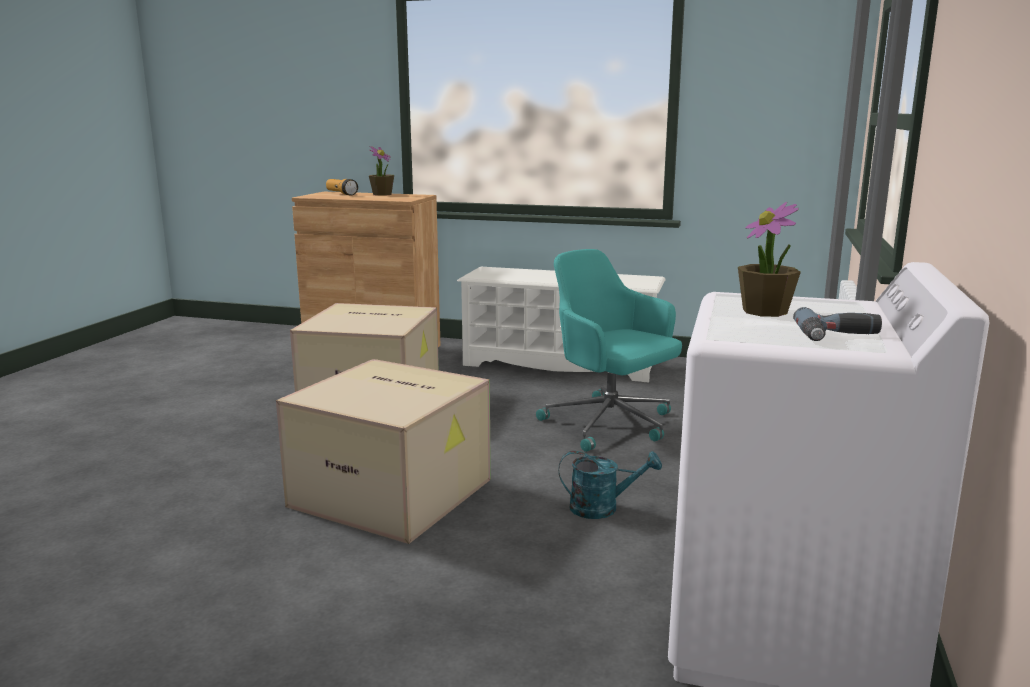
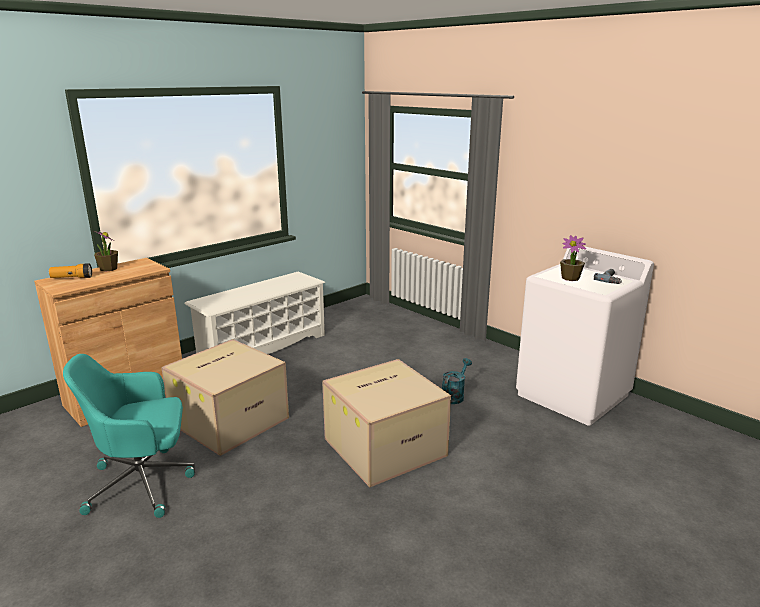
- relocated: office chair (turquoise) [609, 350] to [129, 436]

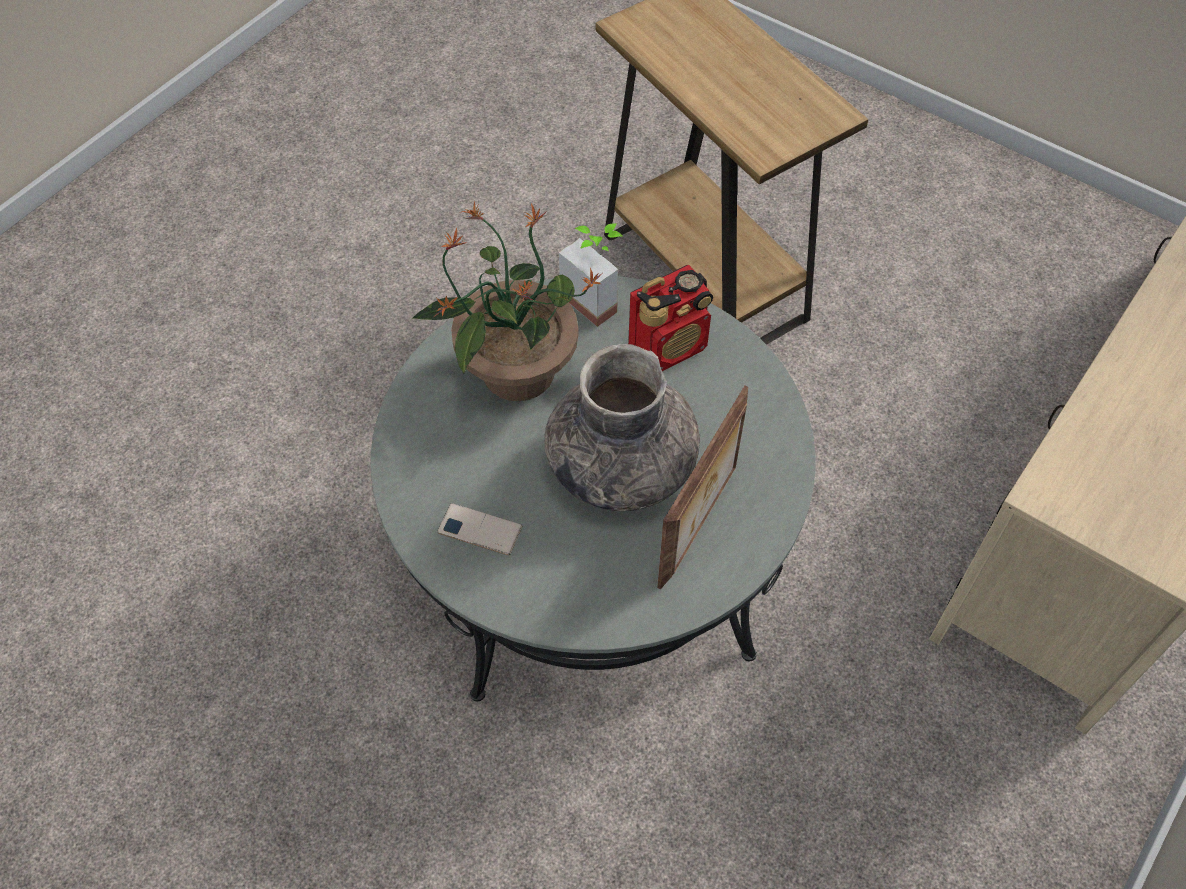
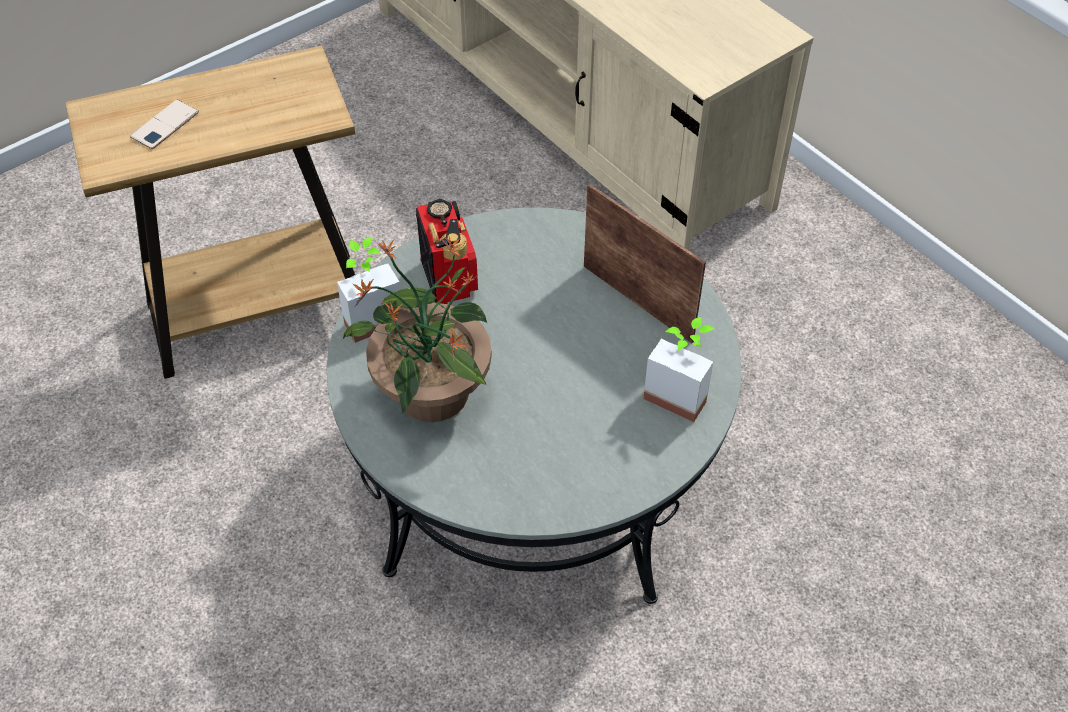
- missing: vase (grey) [622, 427]
- relocated: phone [479, 529] to [164, 124]
- appeared: potted plant [679, 369]

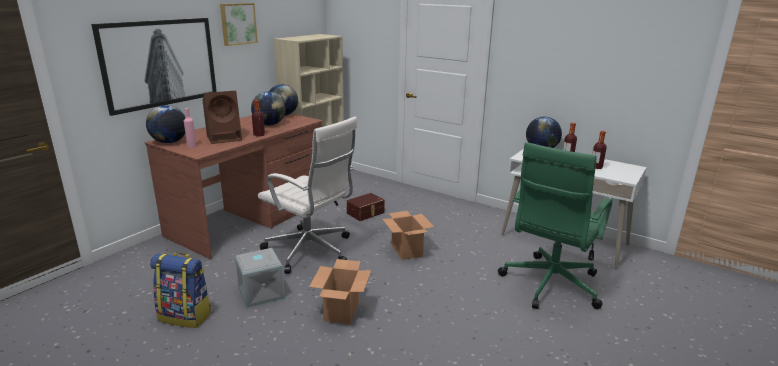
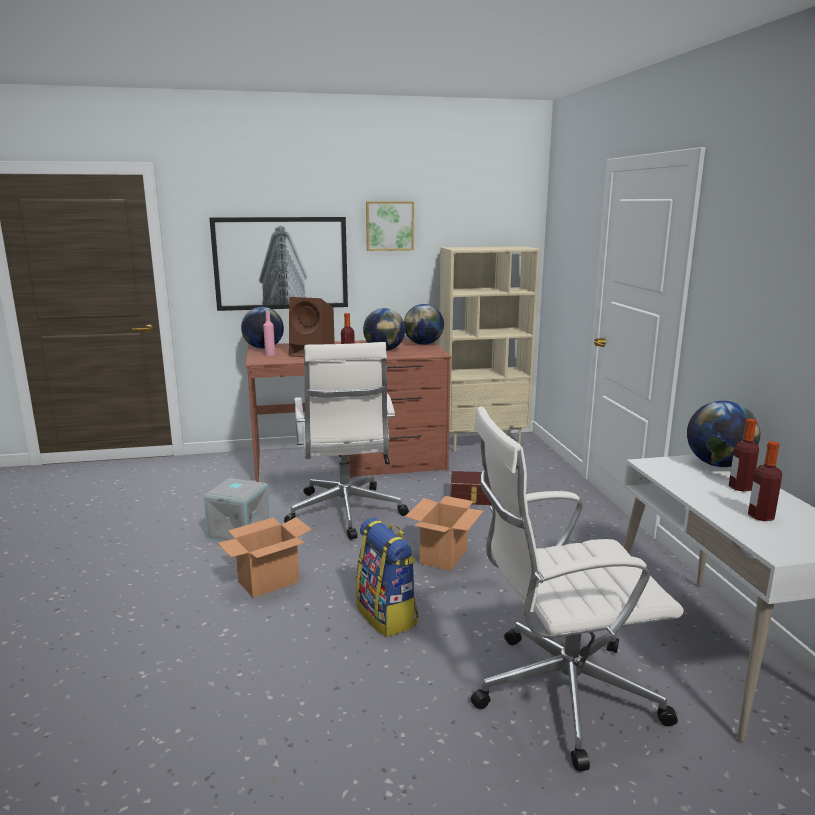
- colour: office chair (green) [555, 225] to office chair (white) [577, 589]
- relocated: backpack [180, 290] to [387, 577]

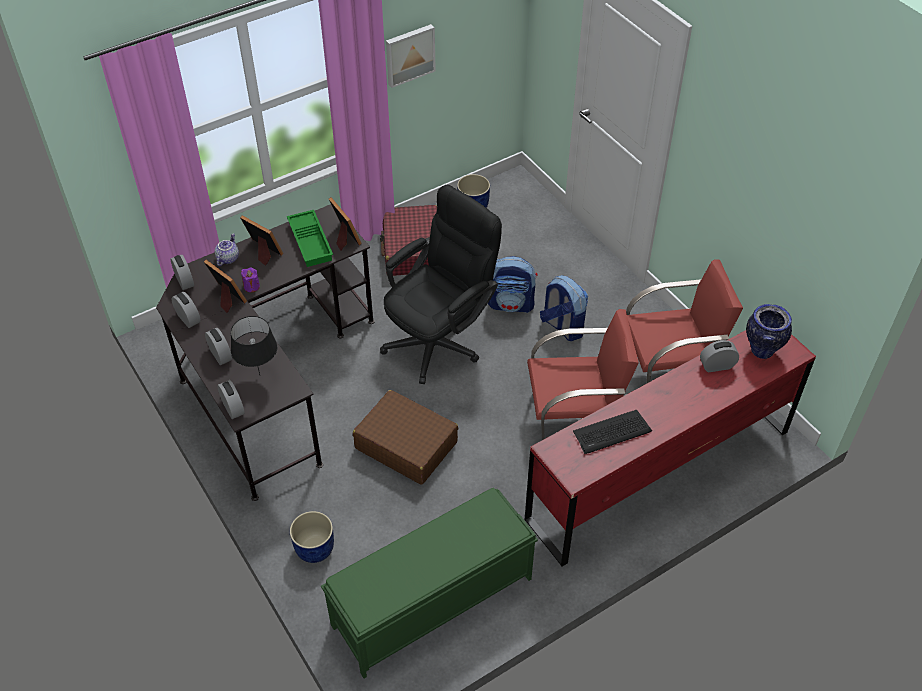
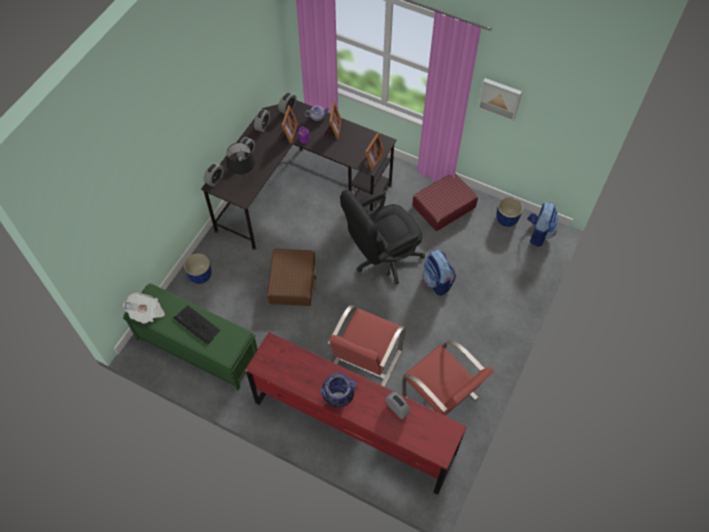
- spun: office chair (black) [441, 284] = [382, 236] 135 degrees clockwise
- missing: tray (green) [310, 238]
- relocated: backpack [564, 308] to [542, 224]
- relocated: vase [769, 331] to [338, 390]
- spun: chair (red) [583, 374] = [367, 346] 60 degrees clockwise
- relocated: keyboard [612, 432] to [197, 324]
- appeared: newspaper [144, 308]

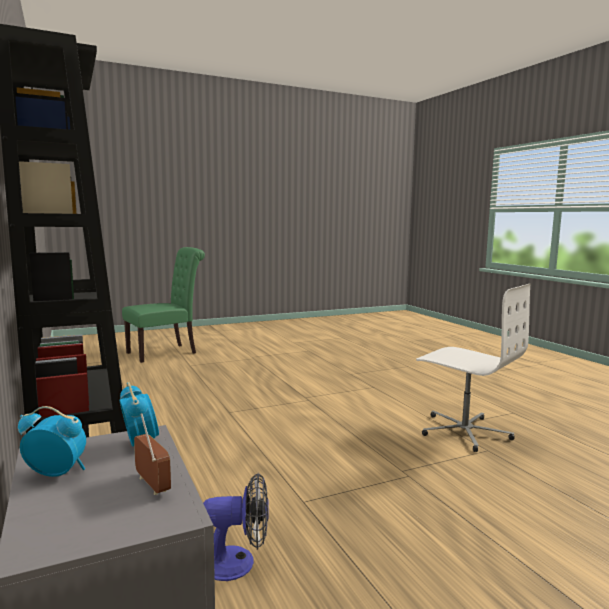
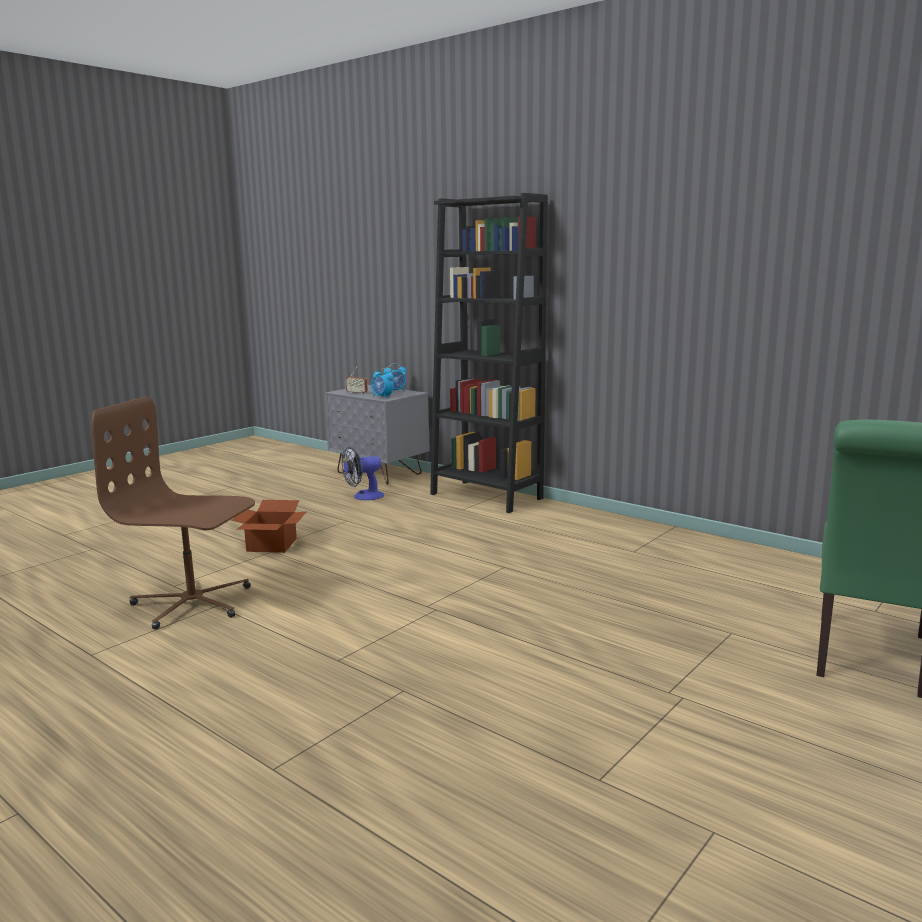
- colour: office chair (white) [473, 368] to office chair (brown) [173, 513]
- appeared: cardboard box [269, 526]

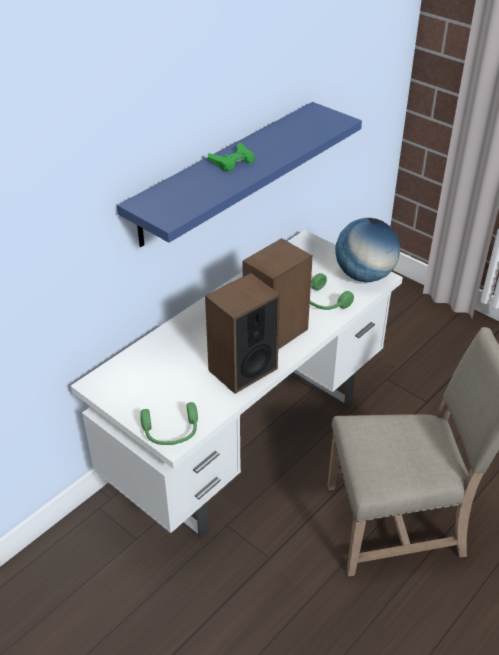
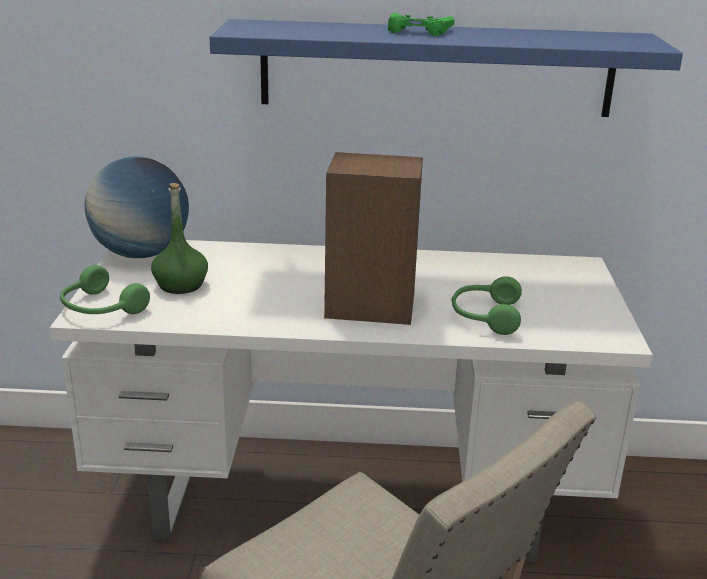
- relocated: globe [367, 250] to [137, 207]
- missing: speaker [242, 333]
- appeared: bottle (green) [179, 238]

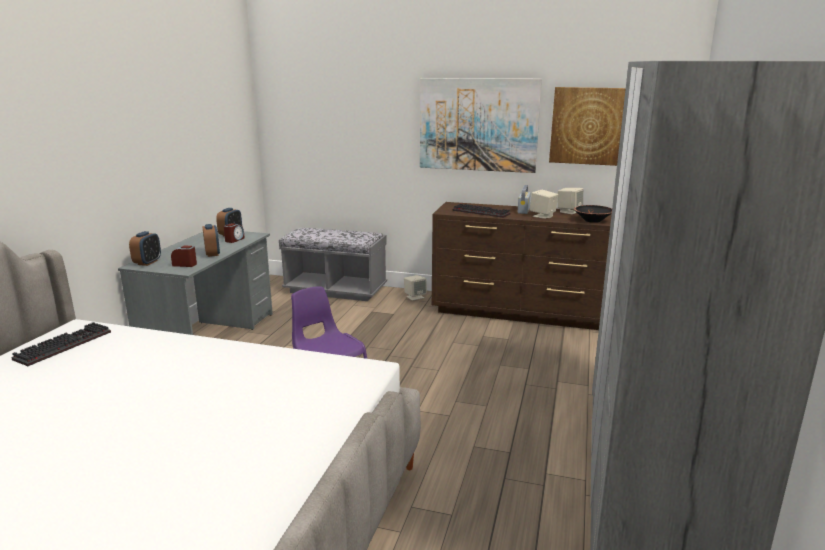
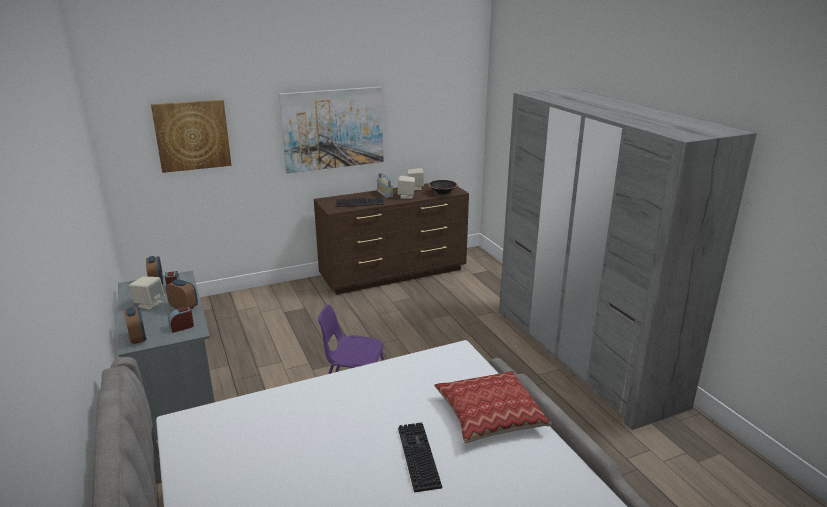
- relocated: picture [587, 126] to [191, 136]
- missing: bench (grey) [333, 264]
- relocated: speaker (beige) [415, 288] to [147, 293]
- relocated: keyboard [61, 344] to [420, 458]
- appeared: pillow [493, 407]

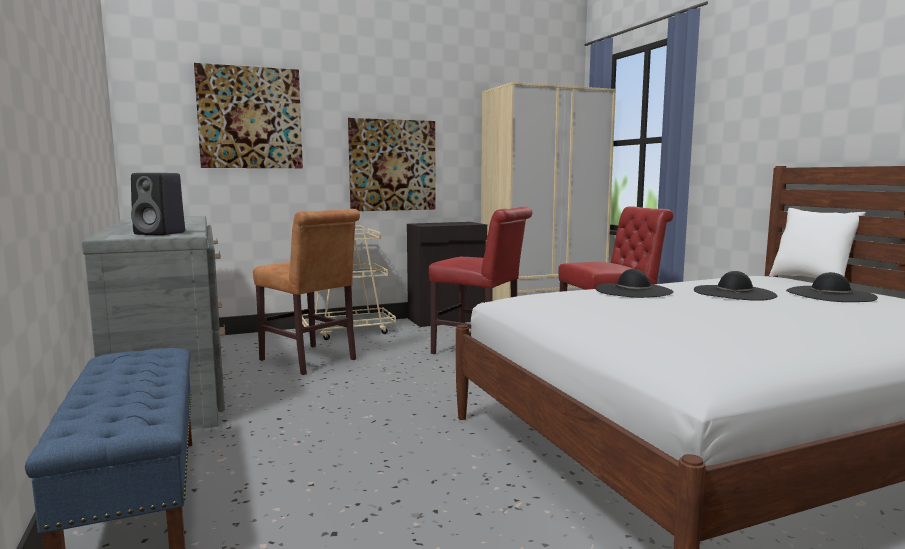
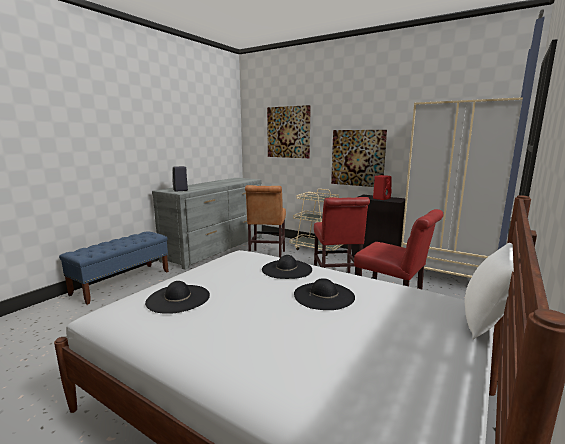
- relocated: hat (black) [832, 287] to [177, 297]
- appeared: speaker (red) [382, 187]

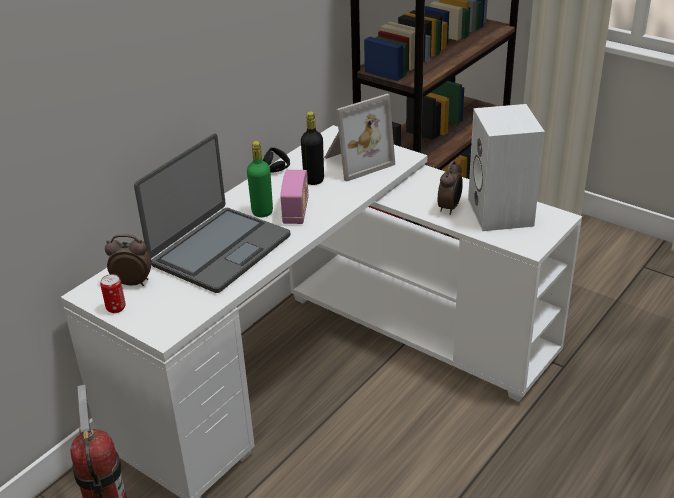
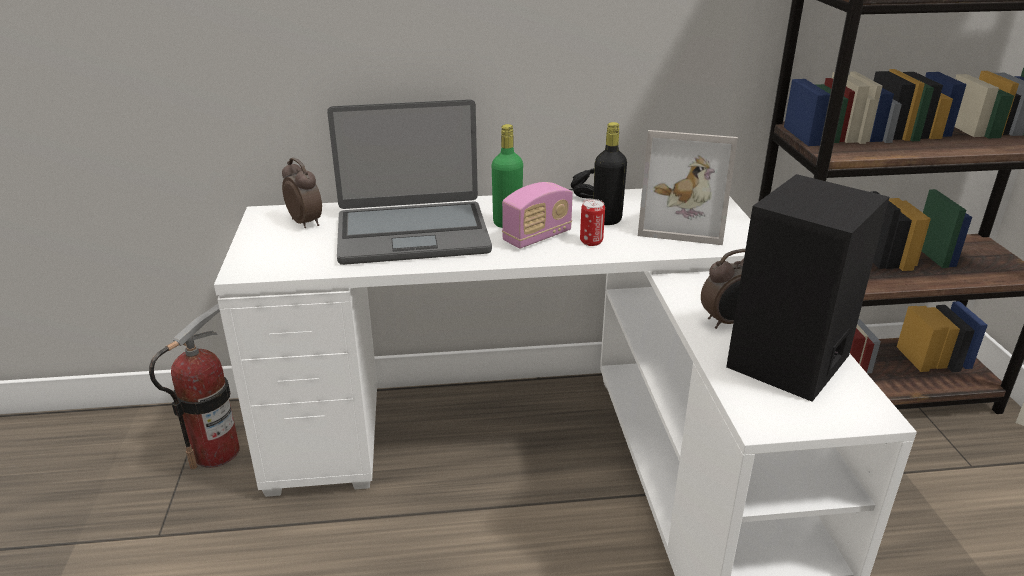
- colour: speaker (white) [506, 167] to speaker (black) [807, 288]
- relocated: can [113, 293] to [592, 222]

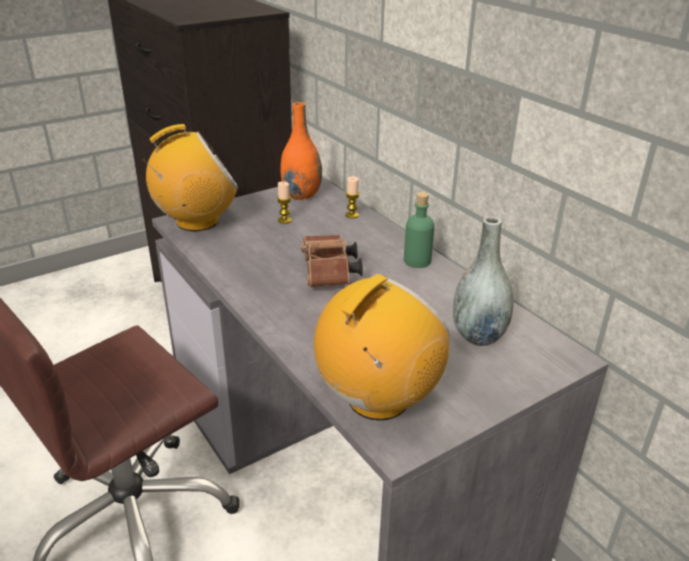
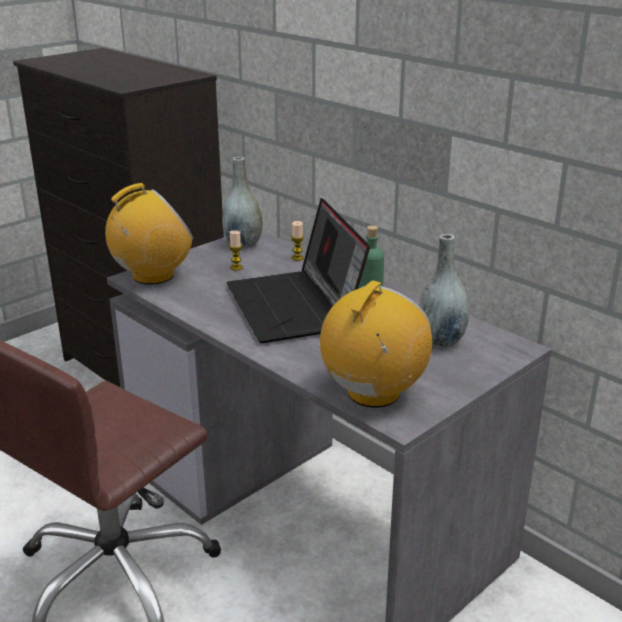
- colour: vase (orange) [301, 151] to vase (grey) [242, 203]
- exchanged: binoculars (brown) [332, 261] to laptop [298, 270]

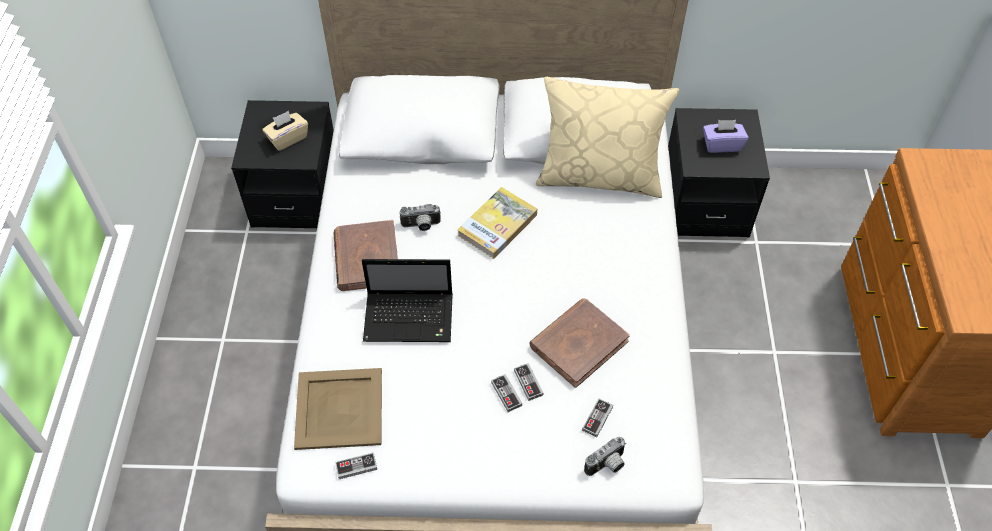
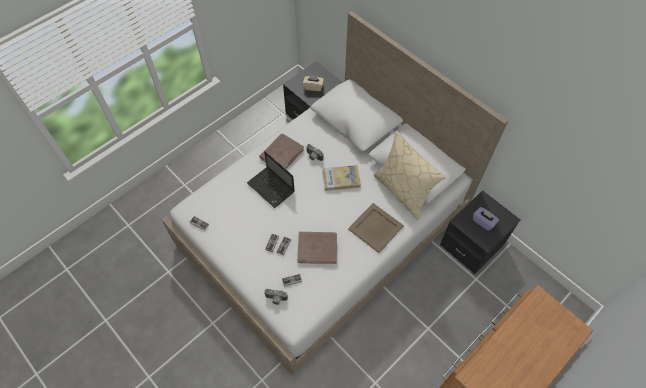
- relocated: tray (beige) [338, 409] to [376, 228]

